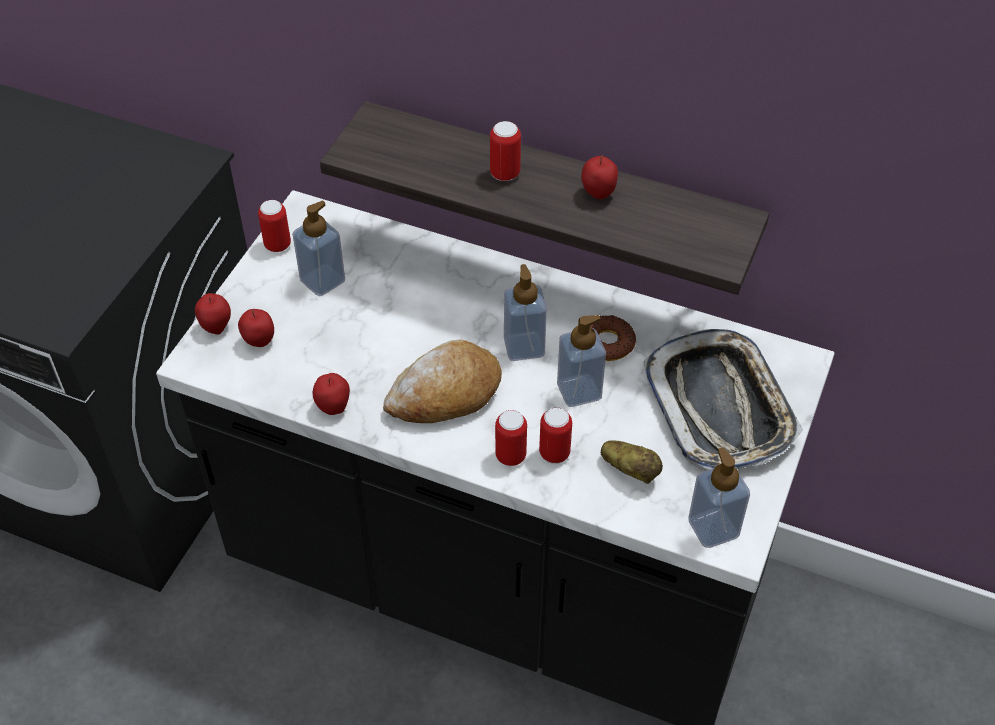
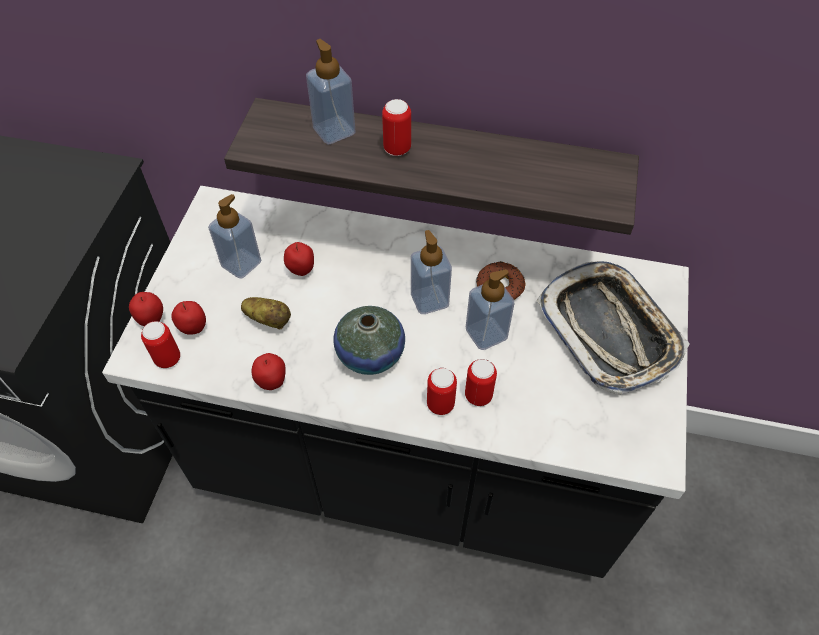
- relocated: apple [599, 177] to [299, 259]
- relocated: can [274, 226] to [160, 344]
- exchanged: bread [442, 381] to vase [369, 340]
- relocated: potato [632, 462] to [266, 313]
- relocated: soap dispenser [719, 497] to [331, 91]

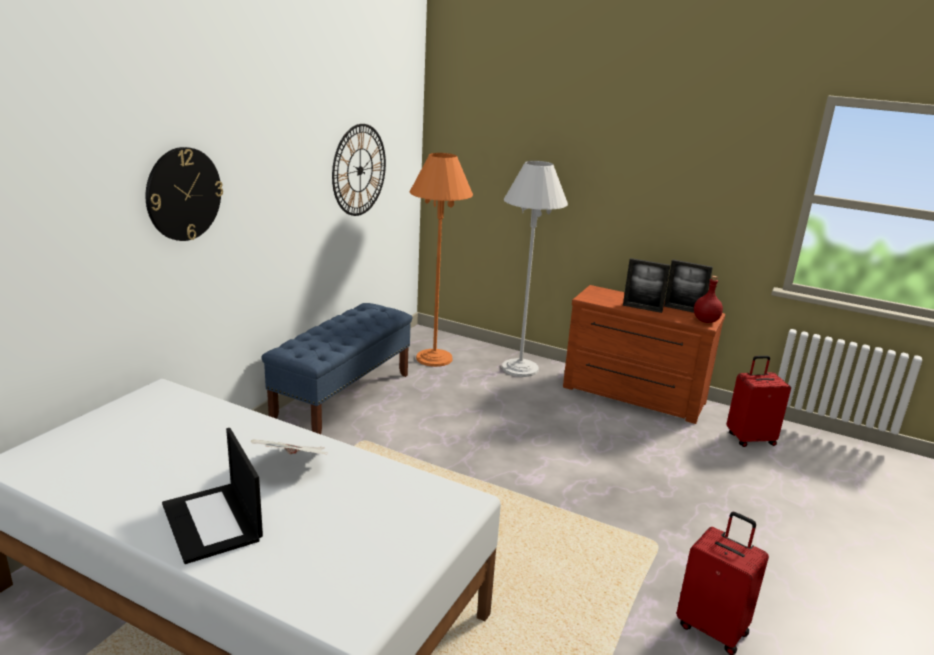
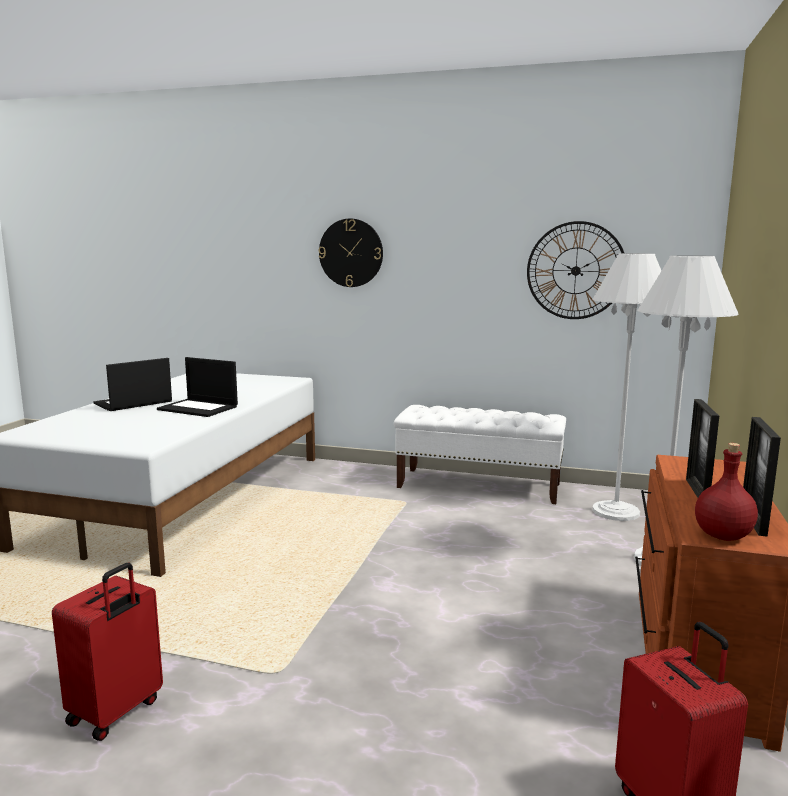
- colour: floor lamp (orange) [441, 260] to floor lamp (white) [626, 387]
- colour: bench (blue) [336, 368] to bench (white) [480, 454]
- exchanged: newspaper [289, 447] to laptop [197, 387]

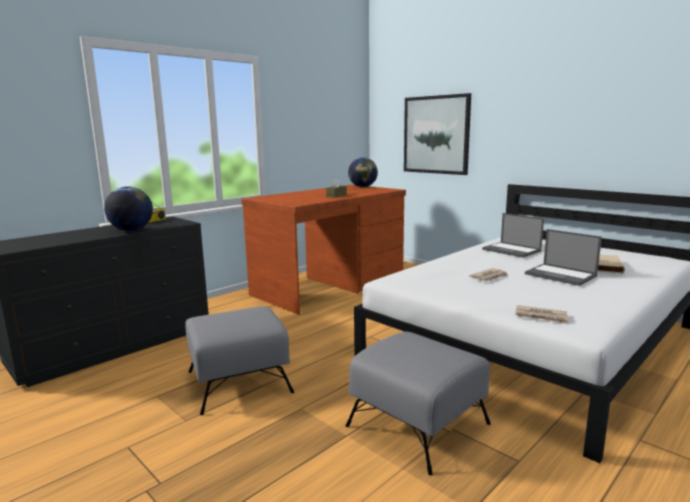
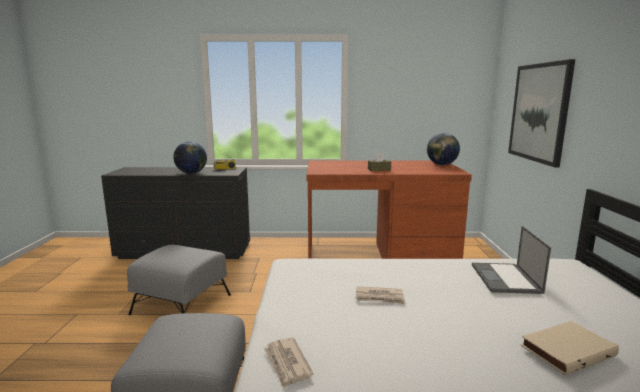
- missing: laptop [563, 257]

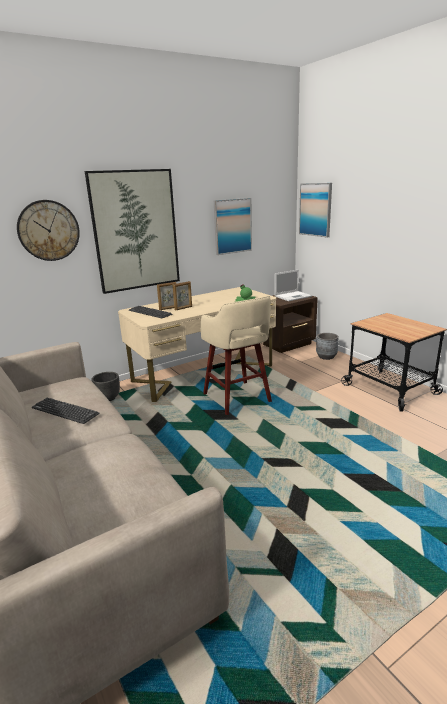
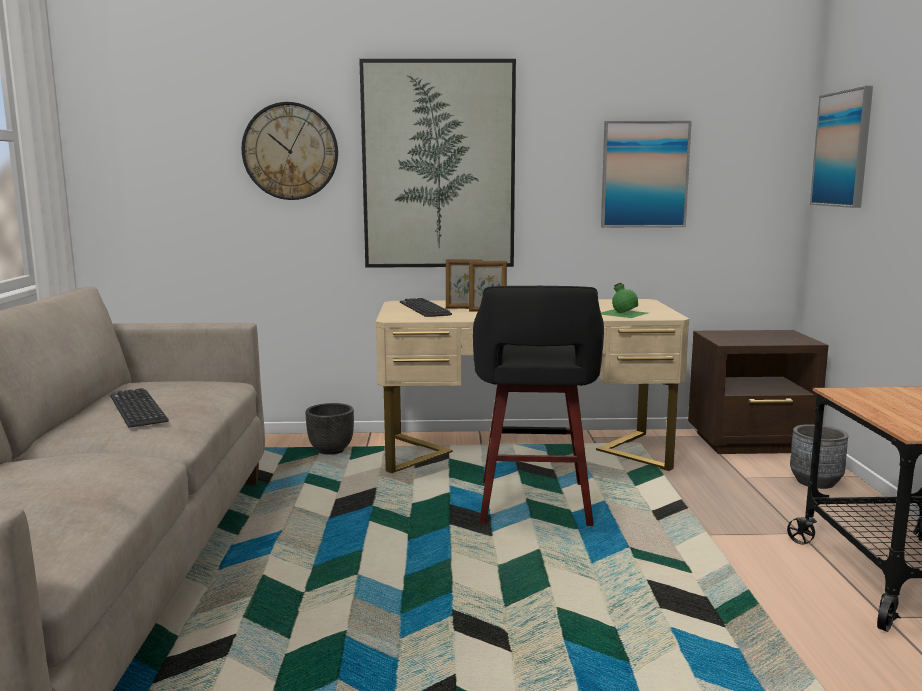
- missing: laptop [293, 285]
- colour: stool (beige) [236, 355] to stool (black) [538, 406]

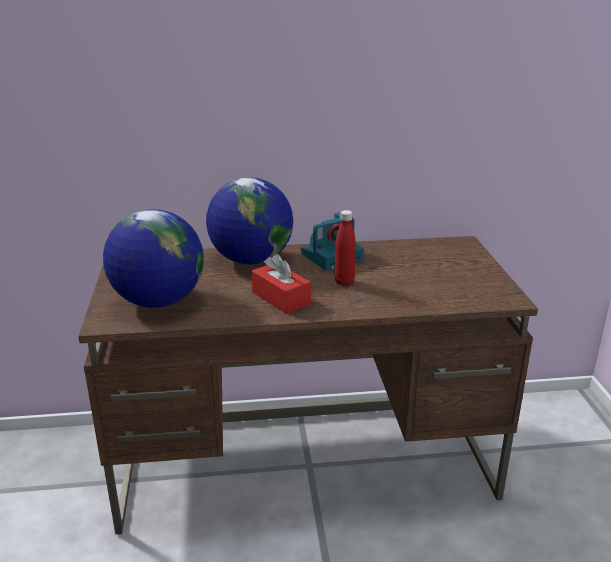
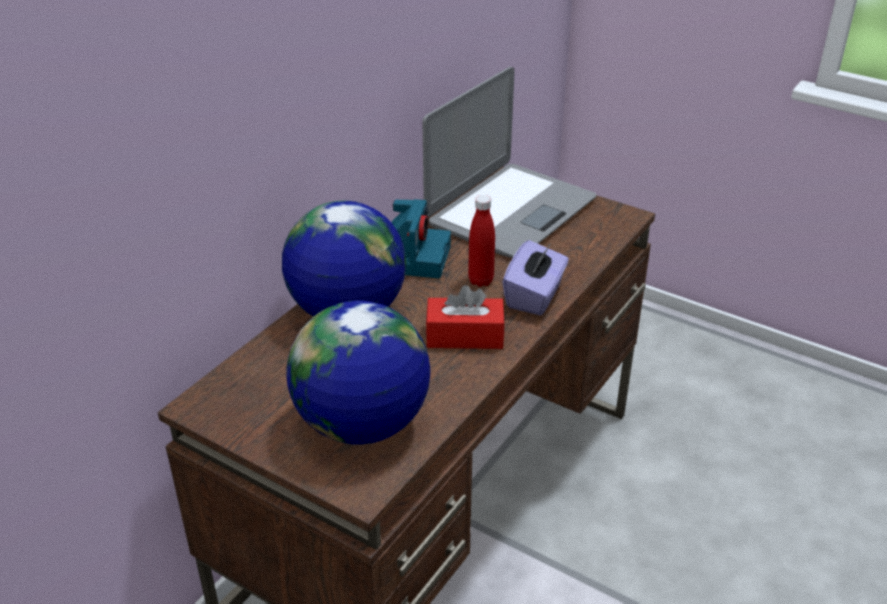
- appeared: laptop [509, 162]
- appeared: tissue box (purple) [535, 278]

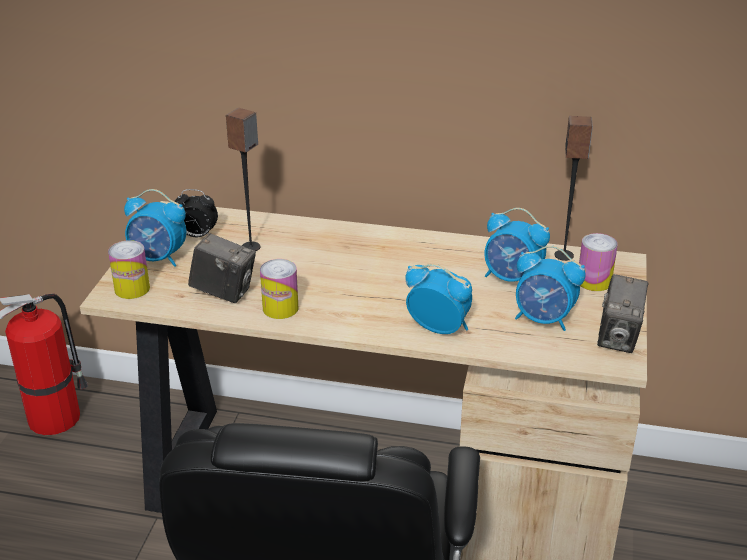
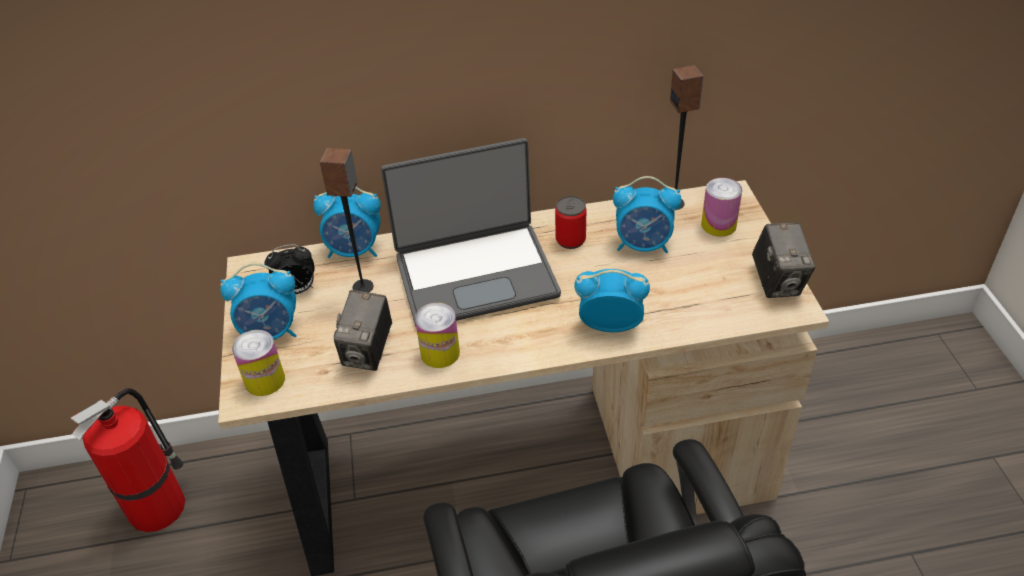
- spun: photo camera [222, 268] = [363, 330] 105 degrees clockwise
- relocated: alarm clock [550, 288] to [347, 222]
- appeared: laptop [471, 232]
- appeared: can [570, 222]

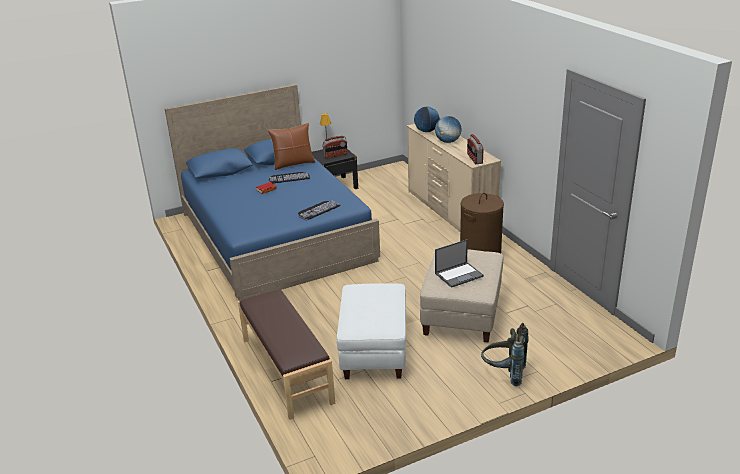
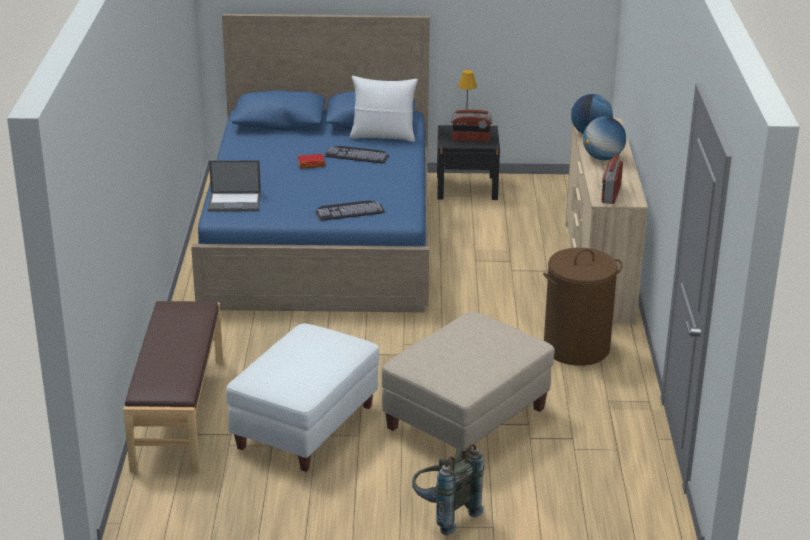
- colour: pillow (brown) [291, 146] to pillow (white) [384, 109]
- relocated: laptop [459, 263] to [234, 186]

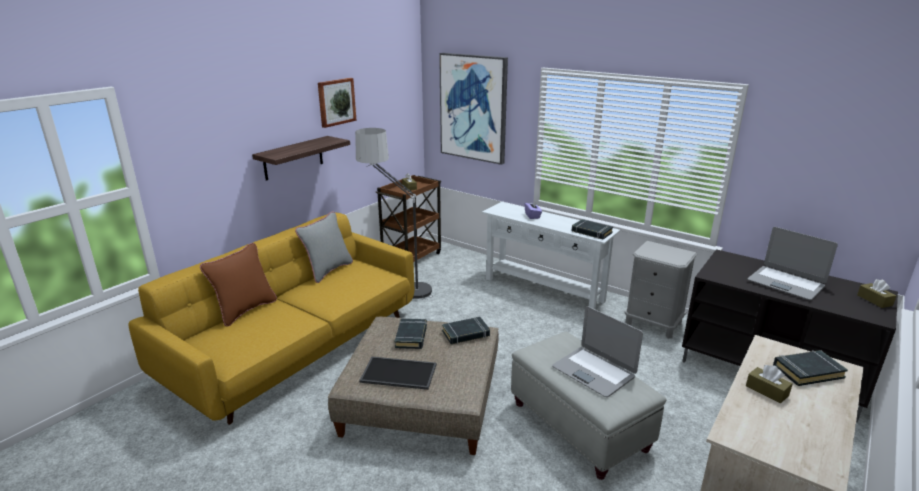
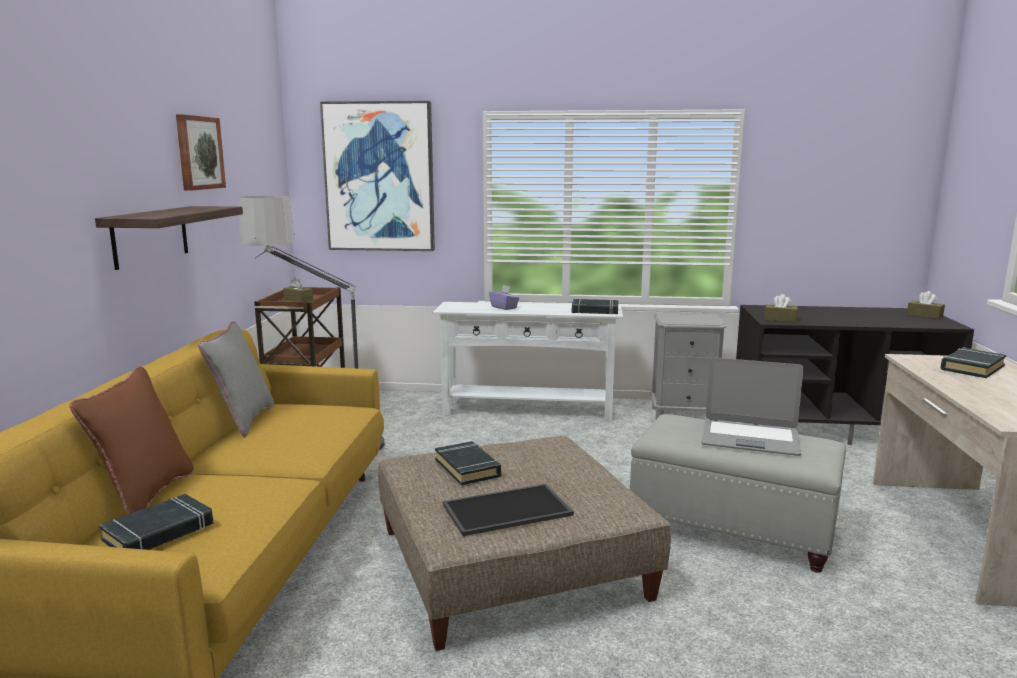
- missing: laptop [792, 263]
- relocated: book (black) [466, 330] to [156, 522]
- relocated: tissue box (brown) [769, 384] to [781, 308]

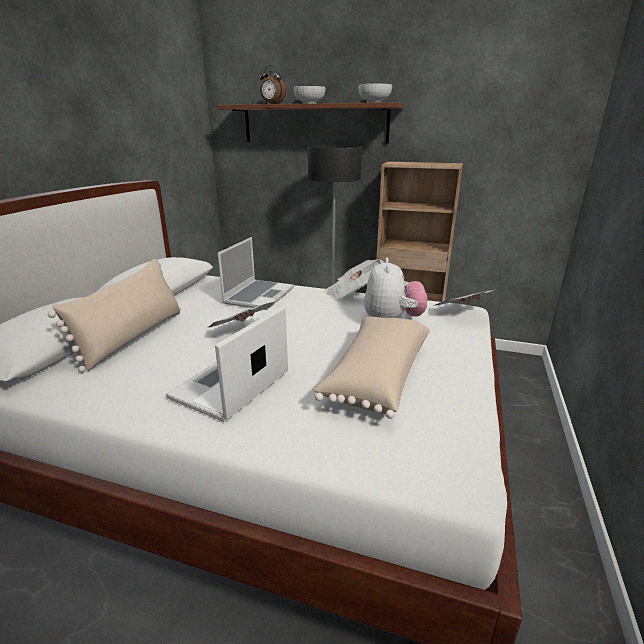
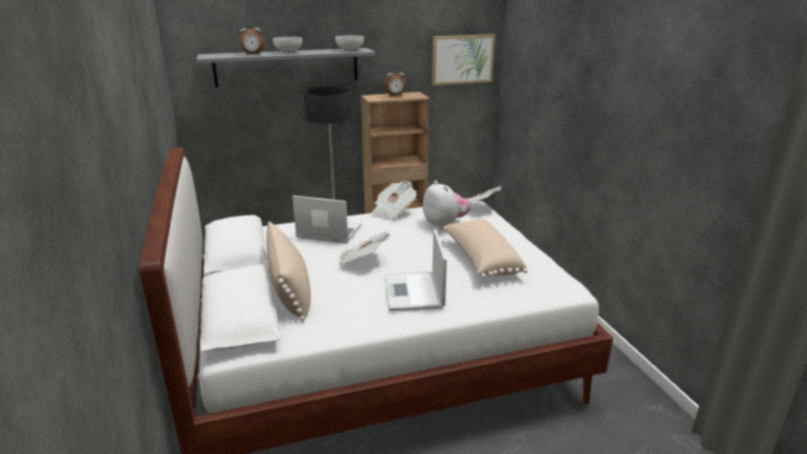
- colour: shelf (brown) [311, 122] to shelf (grey) [286, 68]
- spun: laptop [256, 273] = [326, 219] 60 degrees counterclockwise
- appeared: picture [463, 59]
- appeared: alarm clock [395, 81]

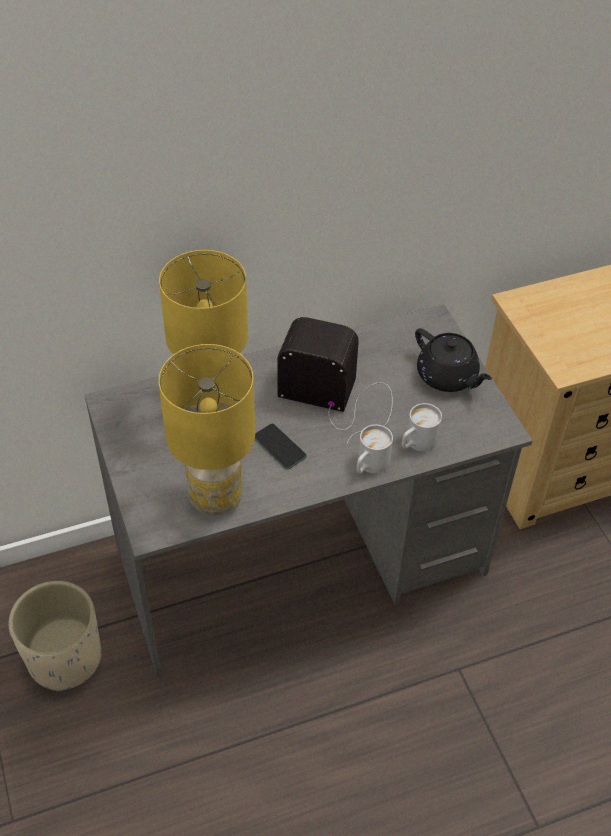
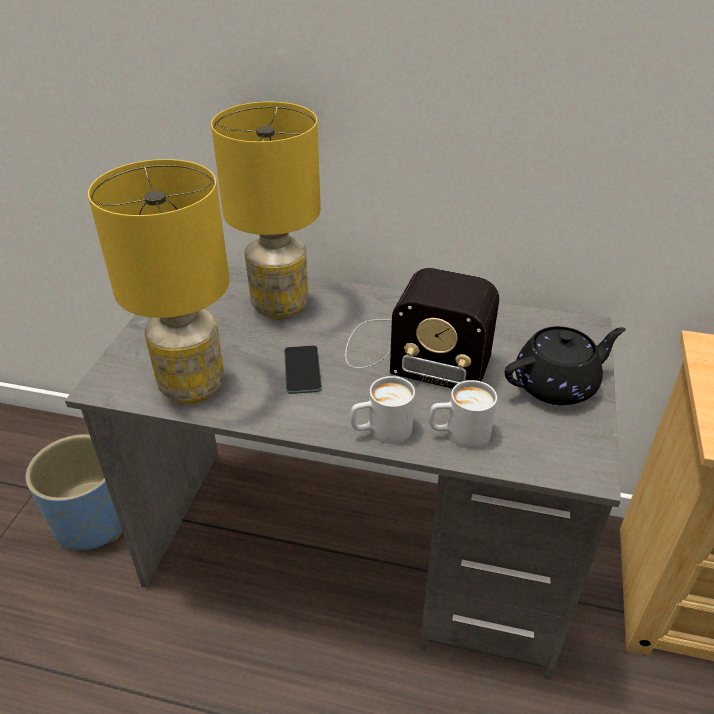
- spun: radio [335, 380] = [422, 328] 150 degrees clockwise
- spun: teapot (black) [453, 360] = [565, 365] 105 degrees counterclockwise
- colour: planter (beige) [54, 636] to planter (blue) [74, 492]

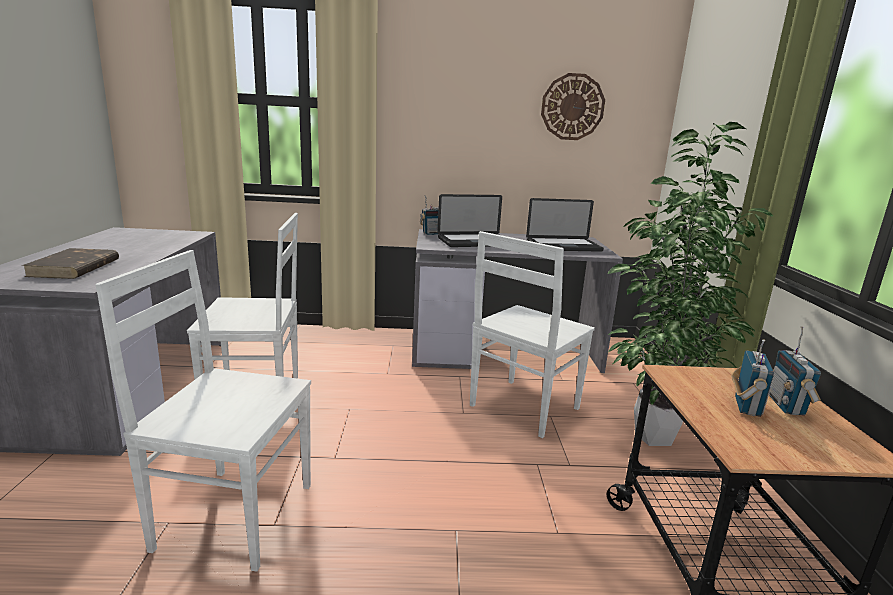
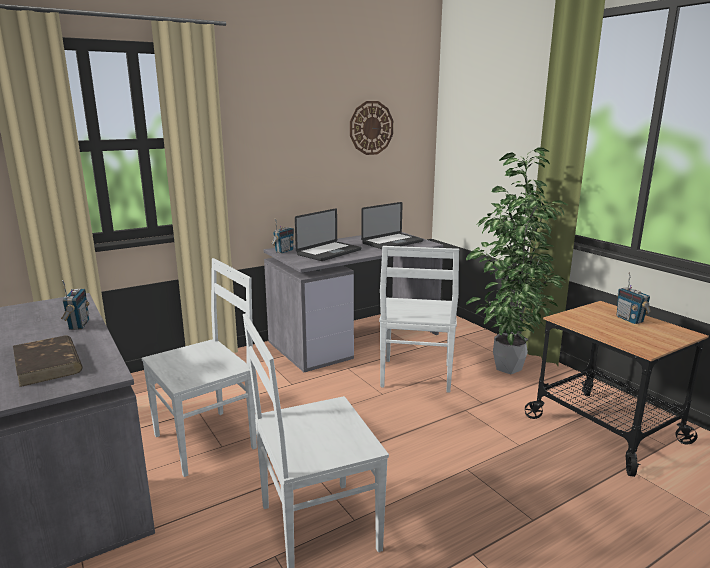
- relocated: radio [752, 378] to [75, 305]

